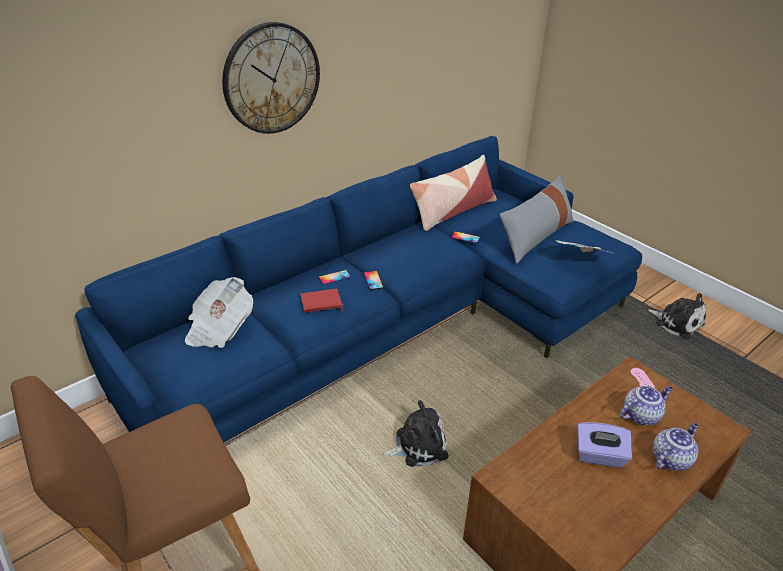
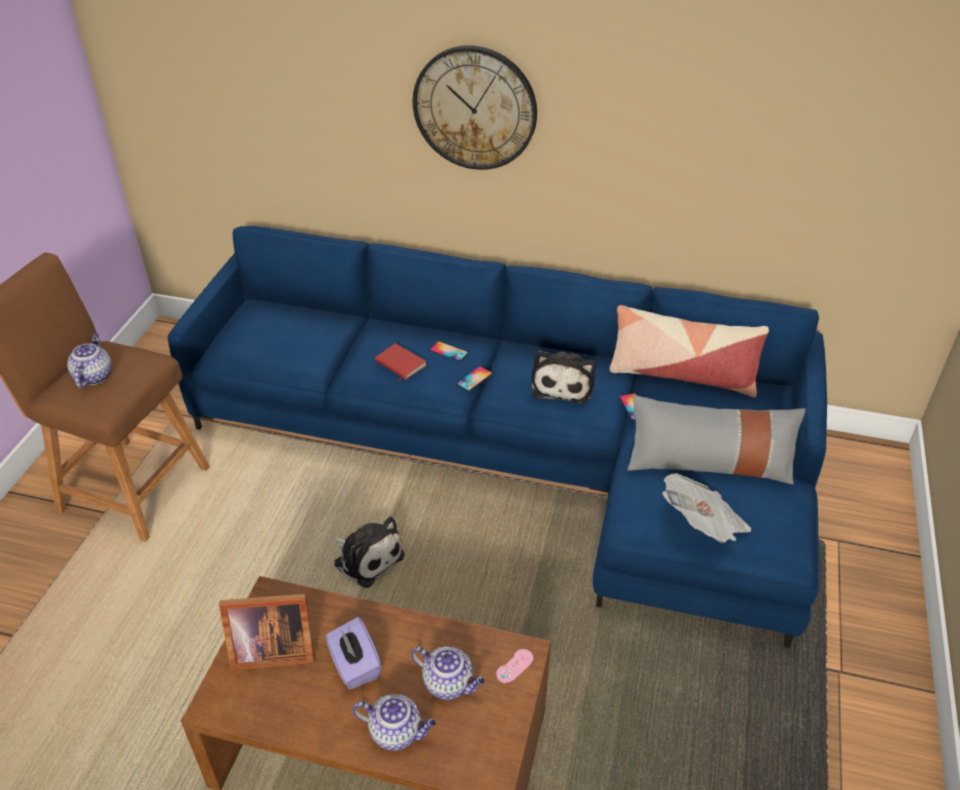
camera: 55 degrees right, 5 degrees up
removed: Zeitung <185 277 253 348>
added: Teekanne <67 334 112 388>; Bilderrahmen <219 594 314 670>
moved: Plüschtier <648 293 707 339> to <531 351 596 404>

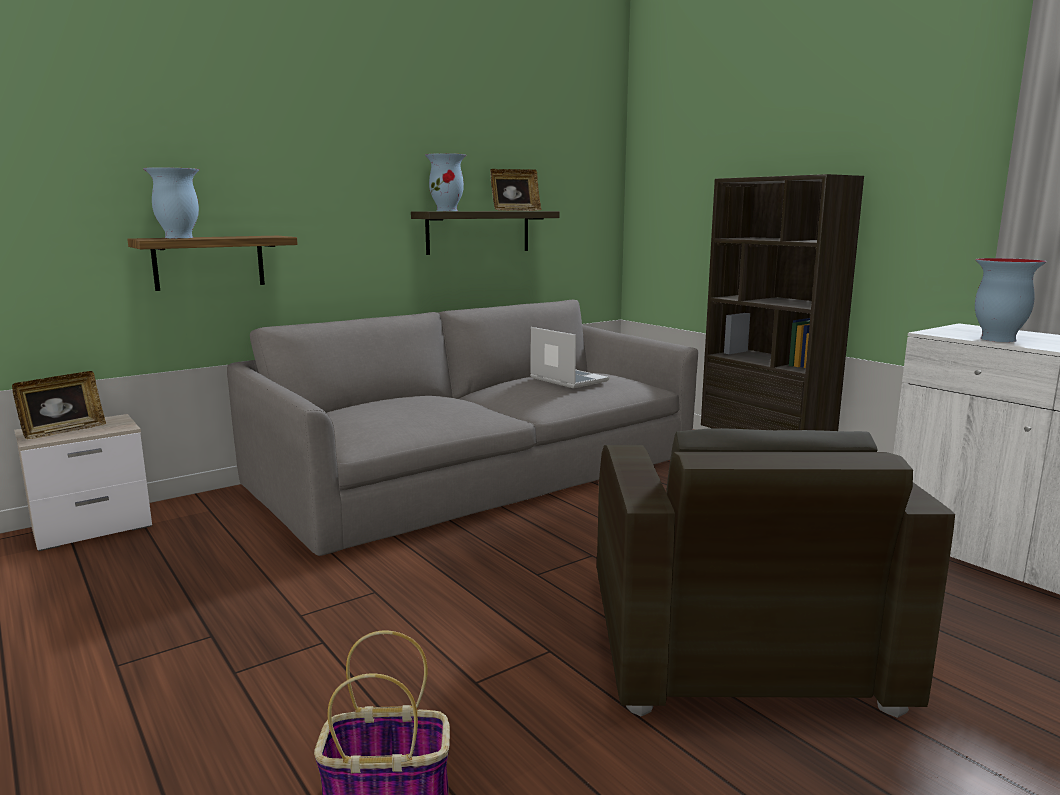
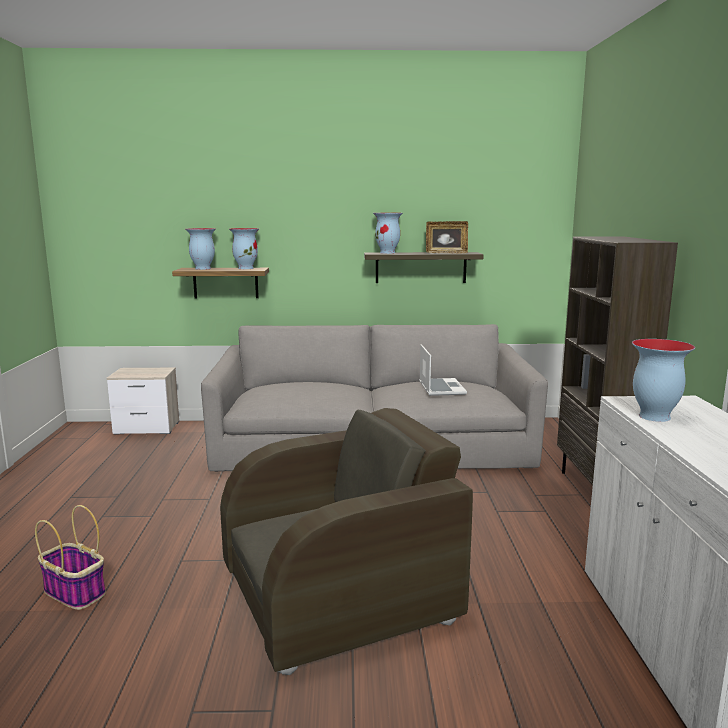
camera: 35 degrees right, 0 degrees up
removed: Bilderrahmen <12 371 106 439>
added: Vase <229 228 259 269>
turned: Sessel/braun <597 428 955 718> = <220 408 473 675> 150 degrees counterclockwise

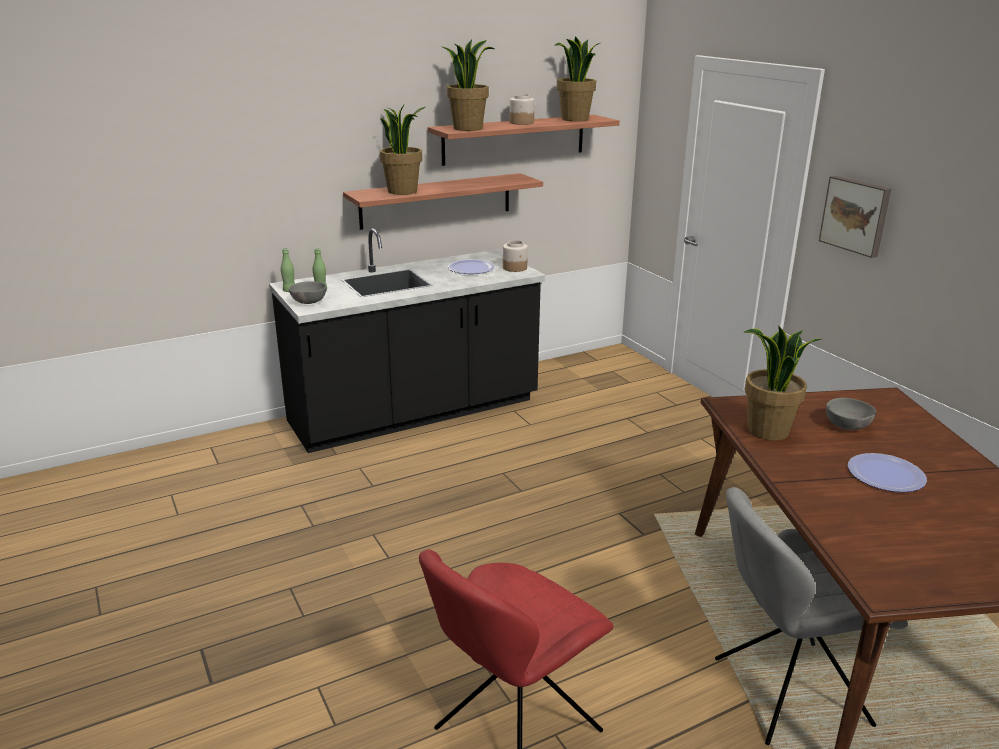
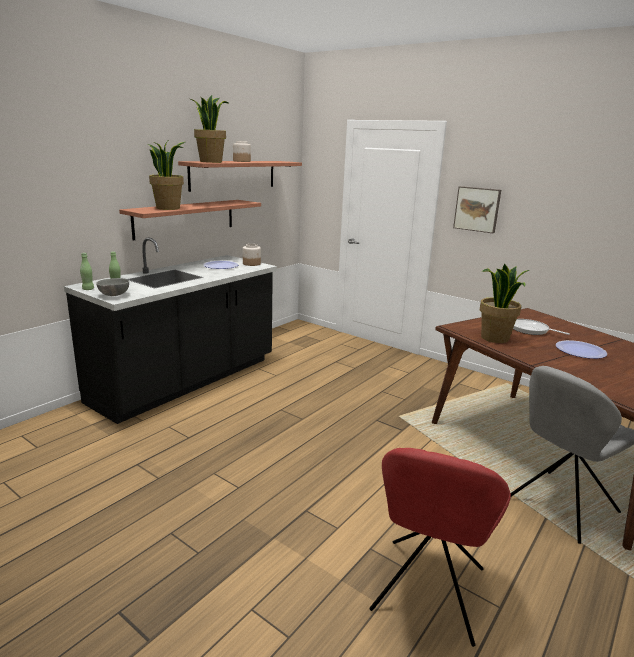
camera: 25 degrees left, 5 degrees down
removed: Topfpflanze <554 36 600 121>
replaced: Schüssel/grau <826 398 876 430> to Pfanne <513 319 570 335>

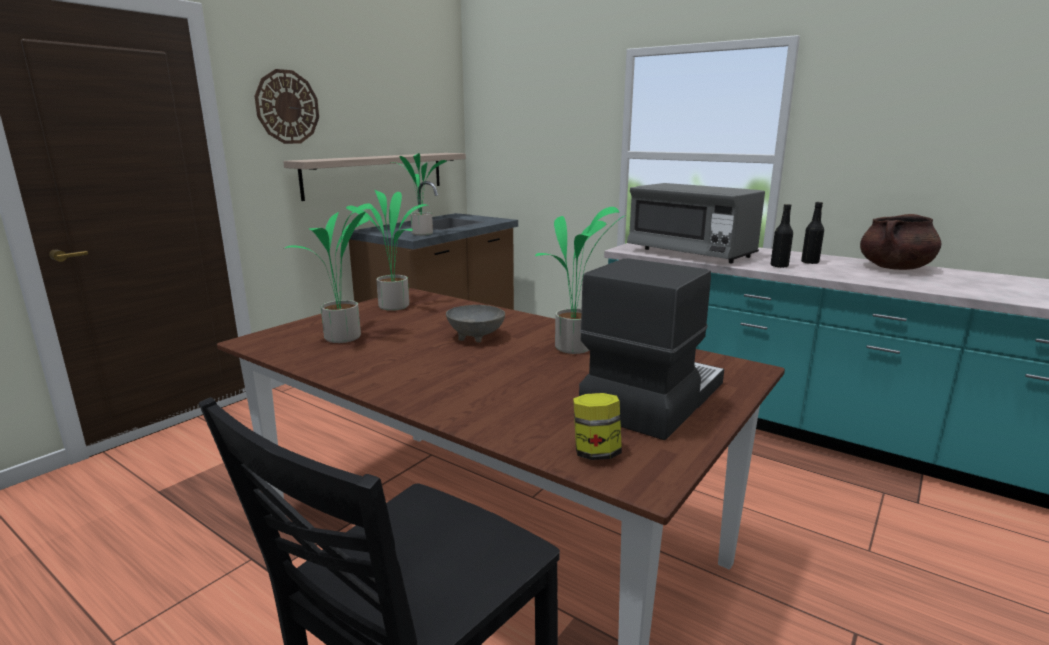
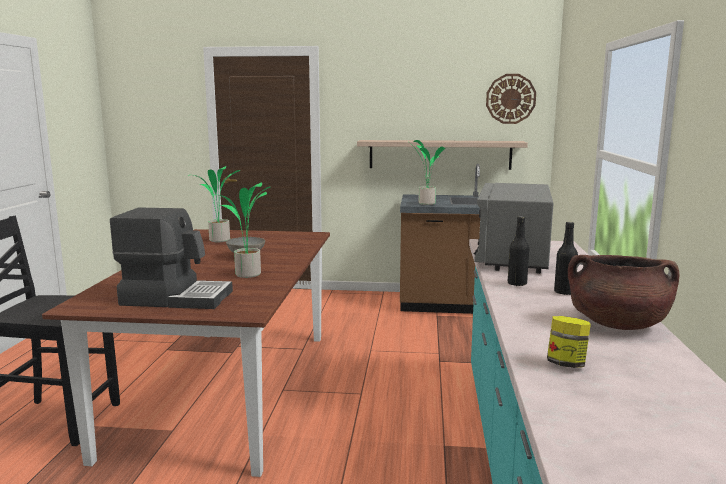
camera: 60 degrees right, 5 degrees down
removed: Topfpflanze <346 190 426 311>
moved: Wanduhr <255 69 319 144> to <486 74 536 124>; Vorratsglas <573 393 622 460> to <547 316 591 368>

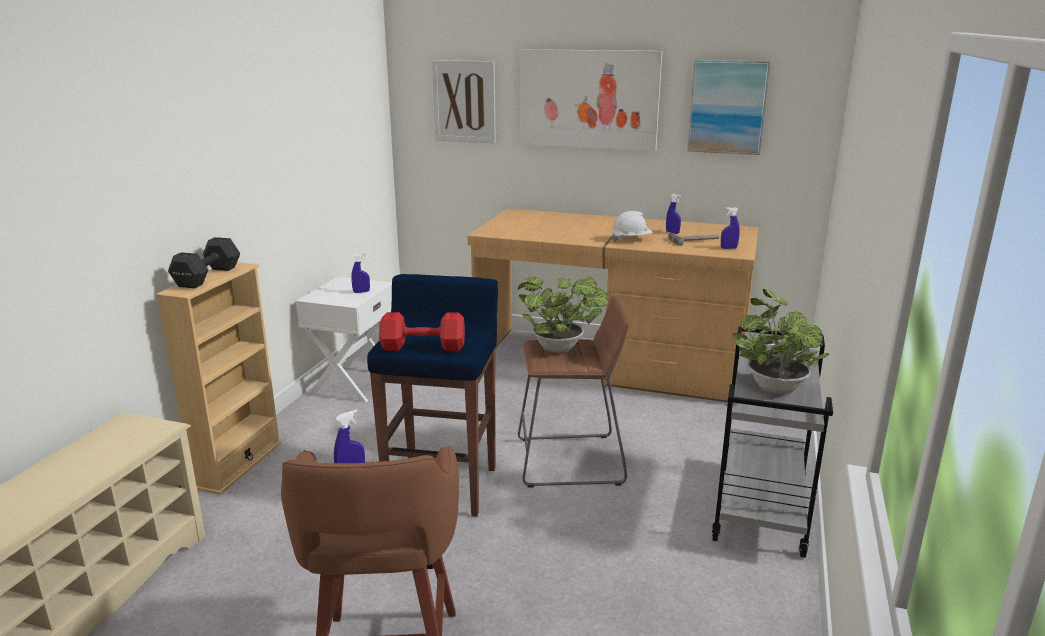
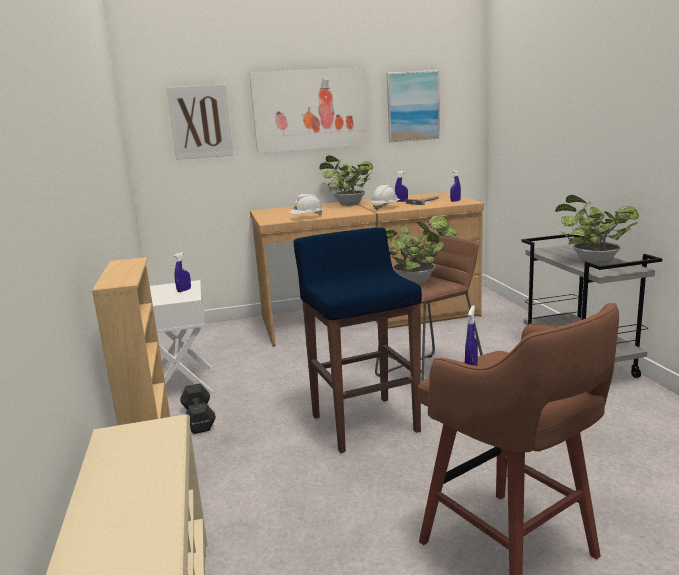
camera: 30 degrees left, 5 degrees down
removed: Hantel/rot <379 312 465 351>
added: Schutzhelm/weiß <289 194 323 216>; Topfpflanze <319 155 373 206>
moved: Hantel/schwarz <168 237 240 288> to <180 383 216 434>

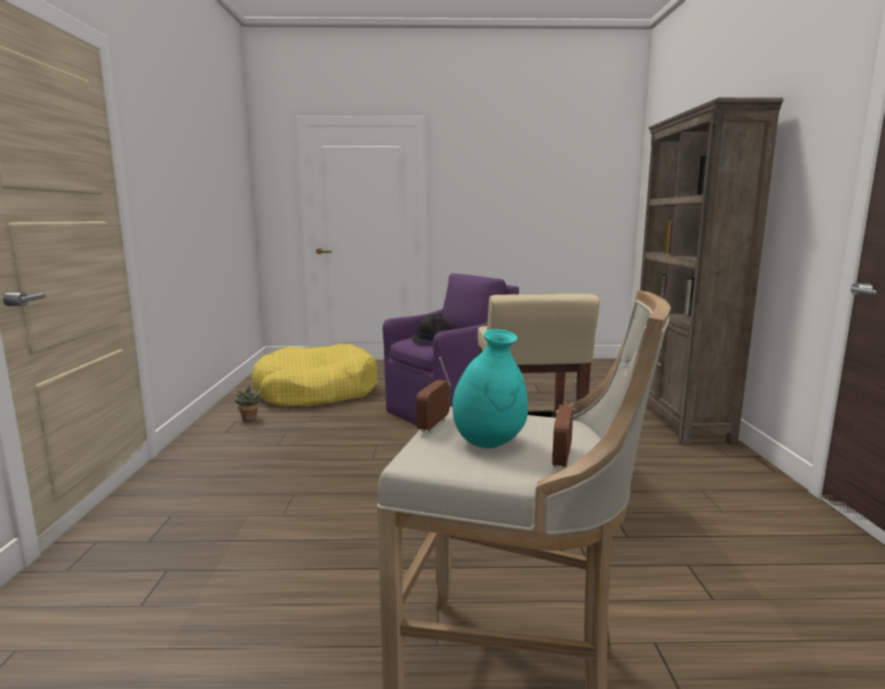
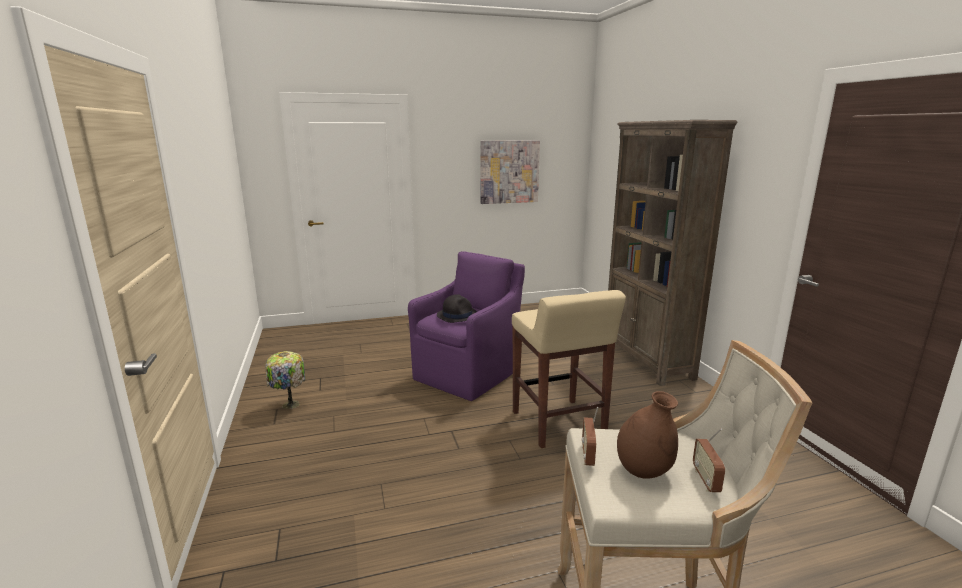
camera: 15 degrees left, 5 degrees up
removed: Hundebett/gelb <251 344 377 407>
added: Bild <481 140 540 204>
replaced: Topfpflanze <235 385 264 422> to Tischlampe <265 351 305 409>
recoloured: Vase/türkis <452 329 528 448> to Vase/braun <617 391 678 479>

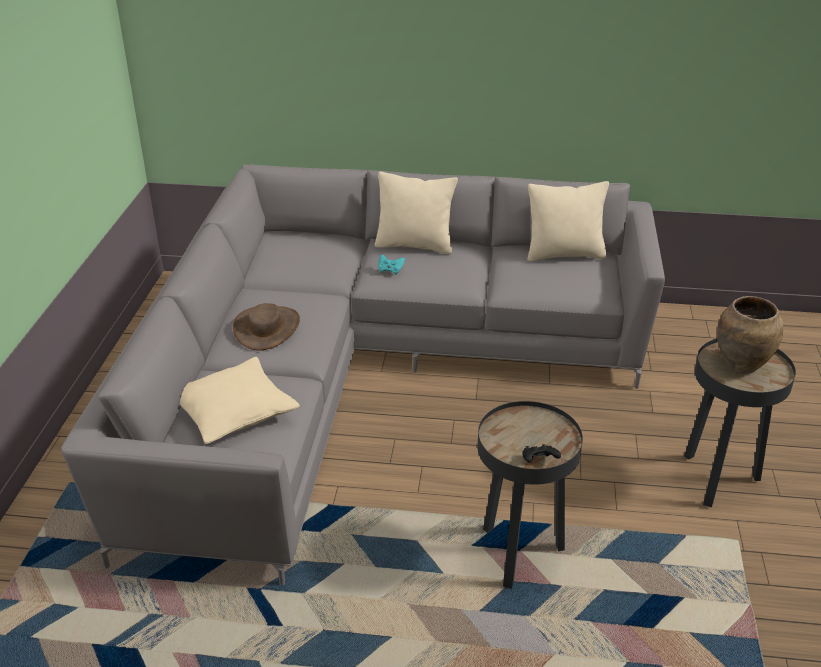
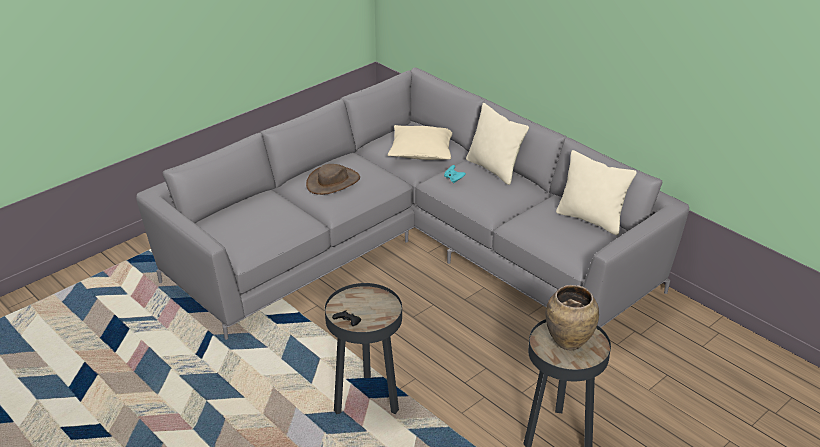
camera: 40 degrees right, 0 degrees up
moved: Kissen/beige <180 357 300 444> to <388 125 452 160>

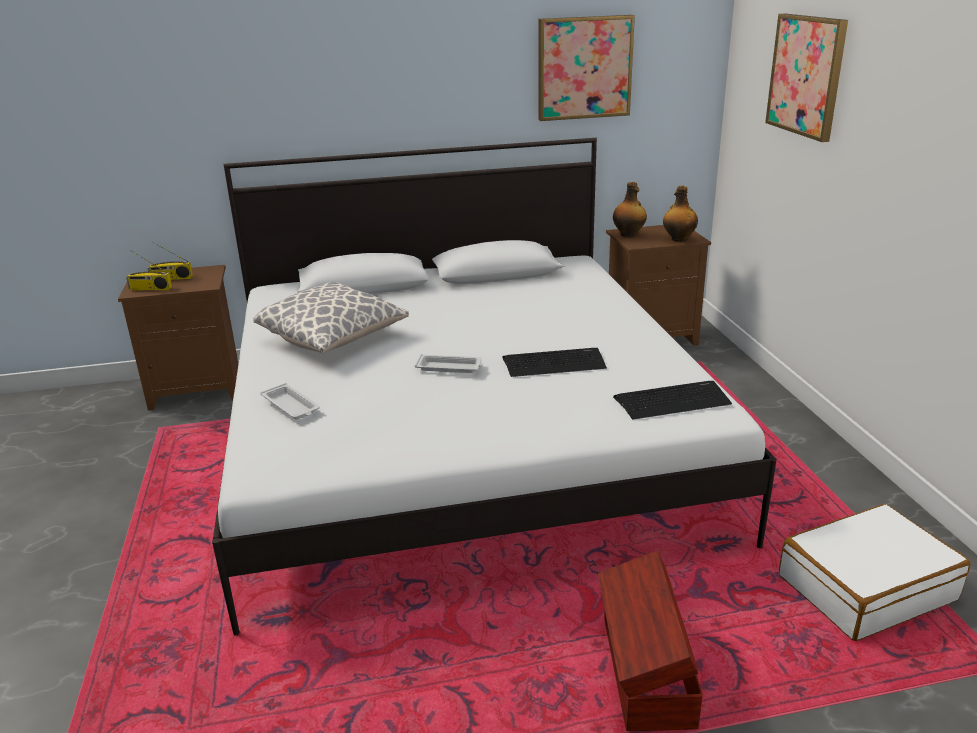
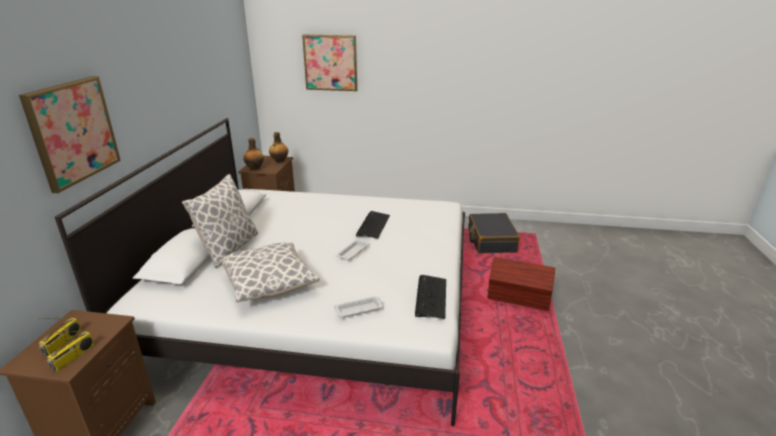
camera: 70 degrees left, 0 degrees up
added: Kissen <182 174 258 268>
moved: Bild <539 15 635 121> to <19 76 121 193>; Tastatur <613 381 732 420> to <415 275 446 319>
recoloured: Koffer/weiß <779 504 970 641> to Koffer/schwarz <468 213 520 253>

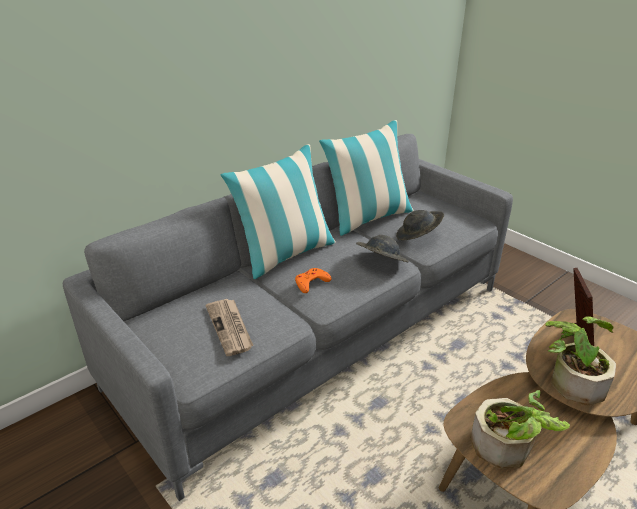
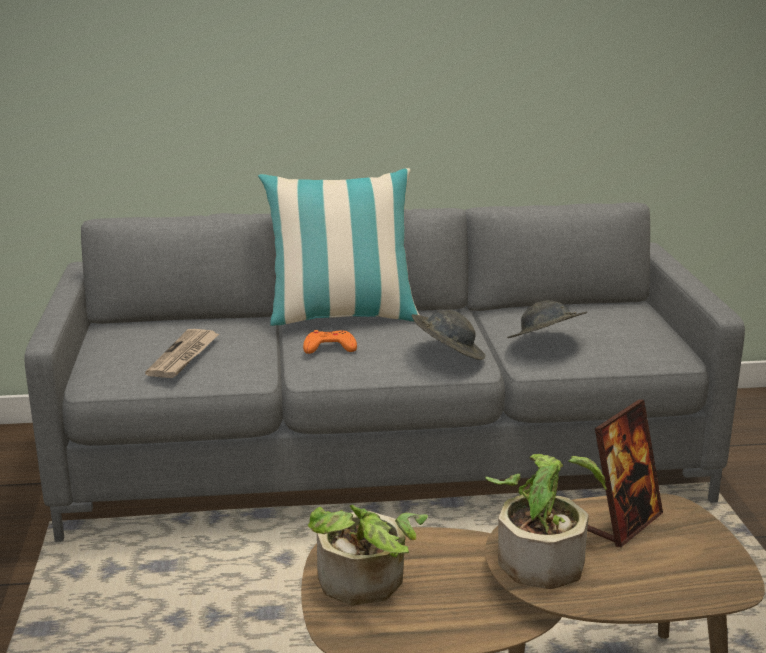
camera: 35 degrees right, 10 degrees down
removed: Kissen <319 120 413 236>

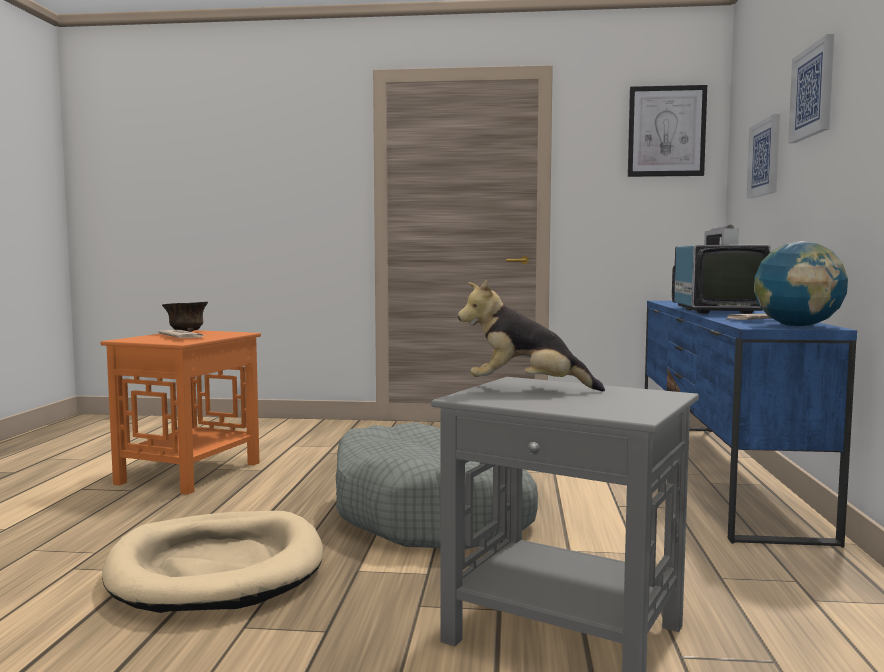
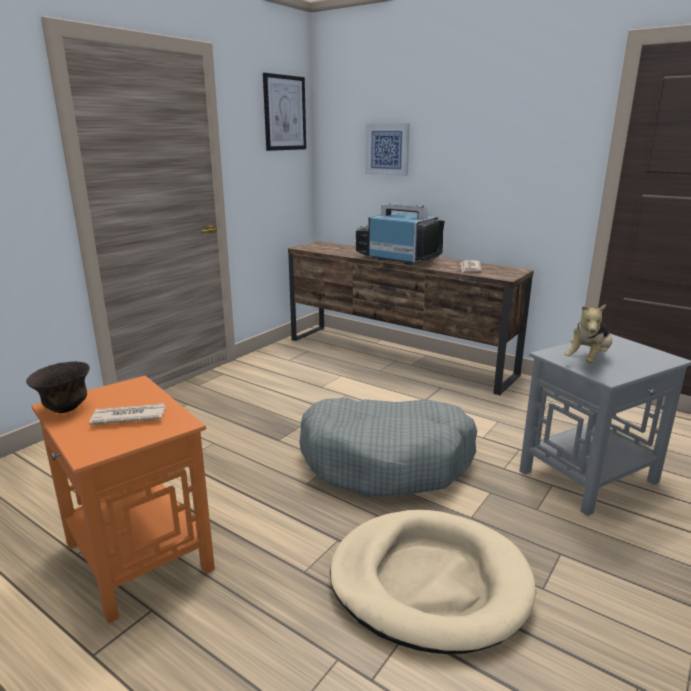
camera: 60 degrees left, 15 degrees up
removed: Globus <754 241 848 326>; Bild <788 34 834 143>
recoloured: Fernsehschrank/blau <645 301 857 548> to Fernsehschrank/braun <288 241 534 395>

